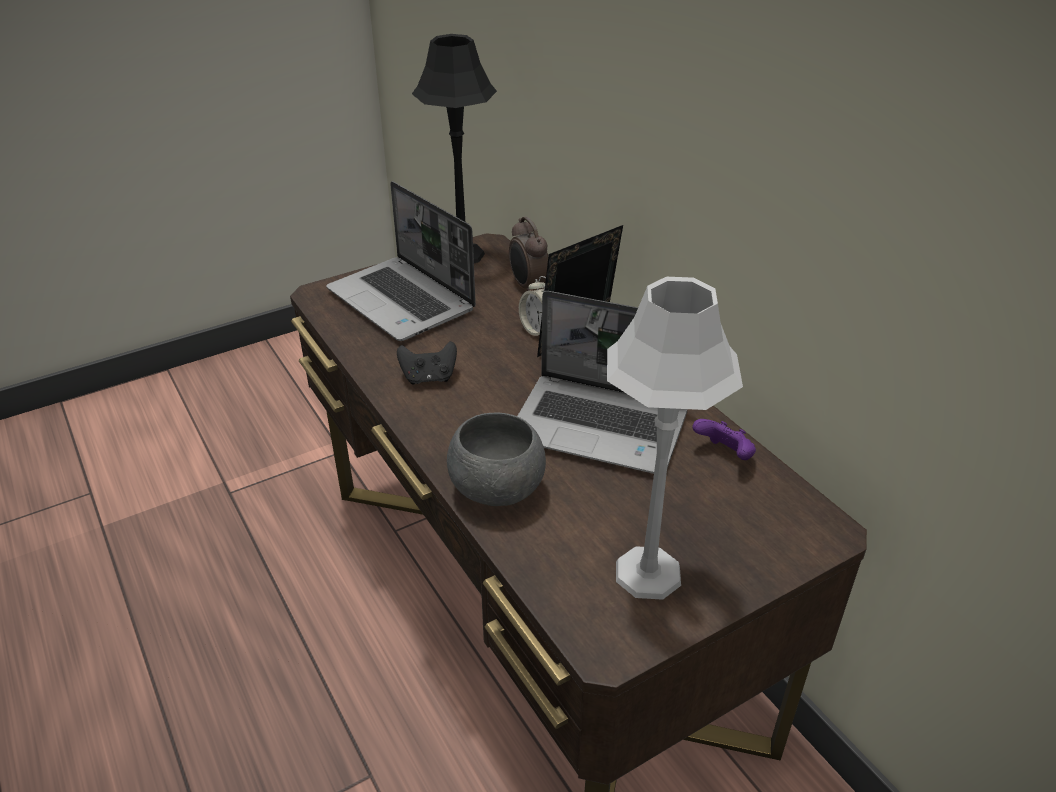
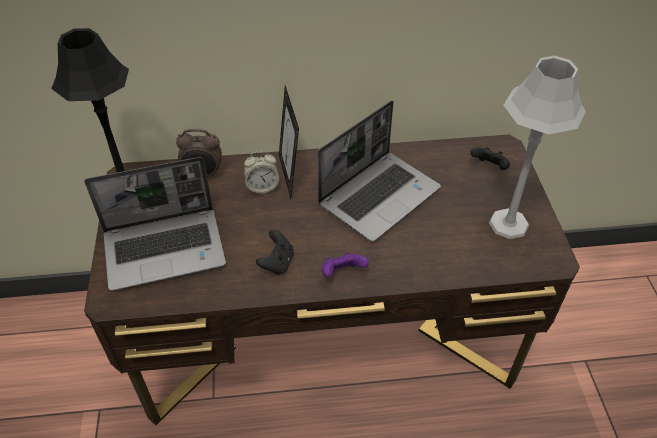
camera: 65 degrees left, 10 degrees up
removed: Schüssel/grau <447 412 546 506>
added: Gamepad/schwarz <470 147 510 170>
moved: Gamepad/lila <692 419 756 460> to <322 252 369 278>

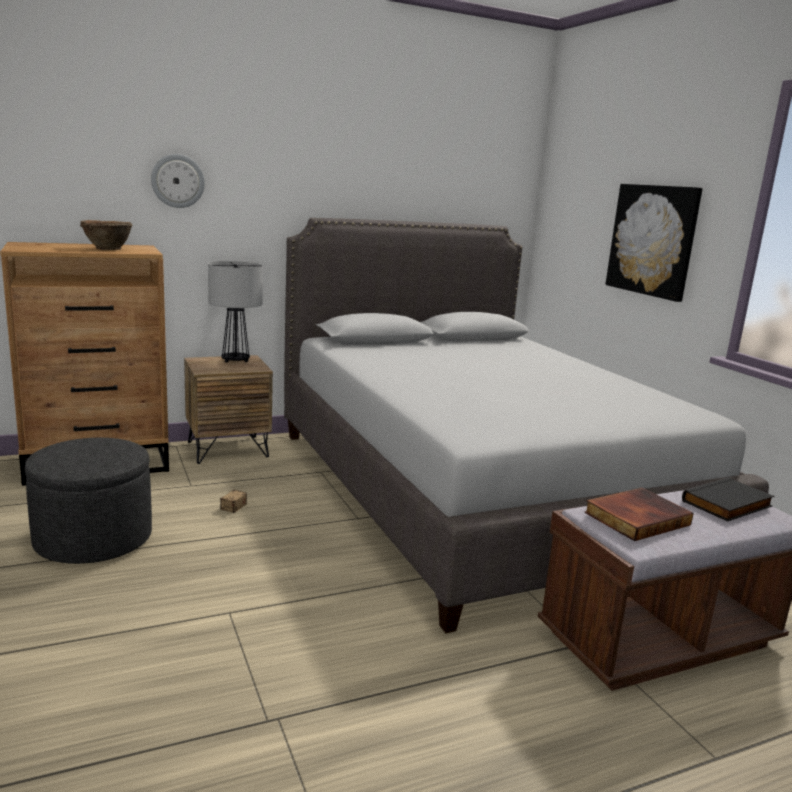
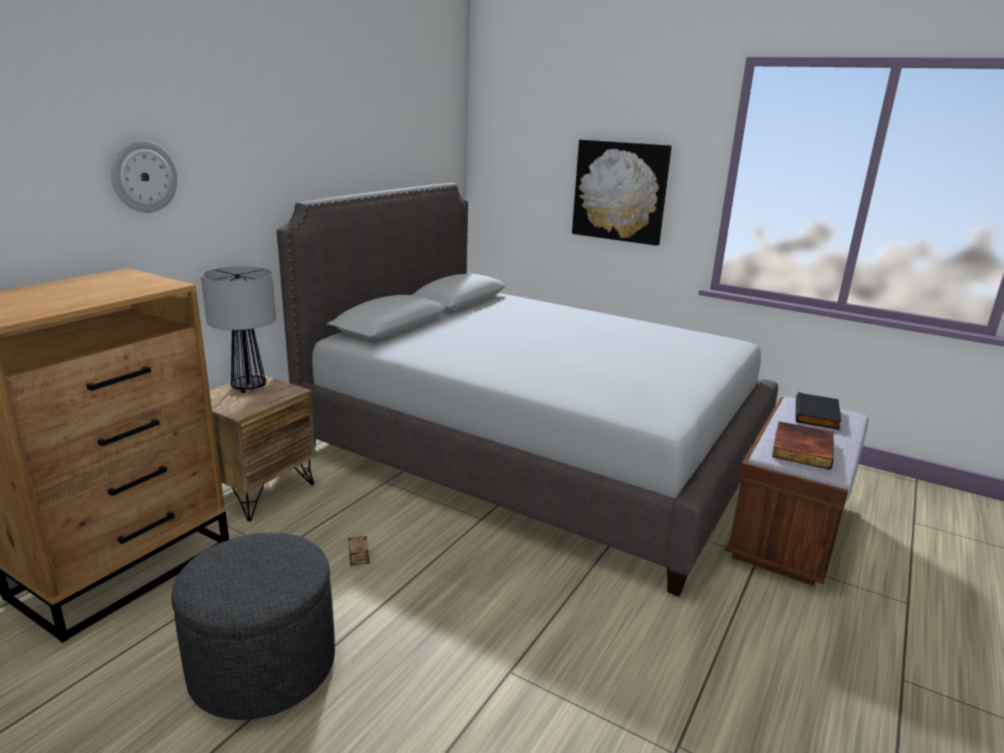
camera: 35 degrees left, 5 degrees up
removed: Schüssel/braun <80 220 133 250>

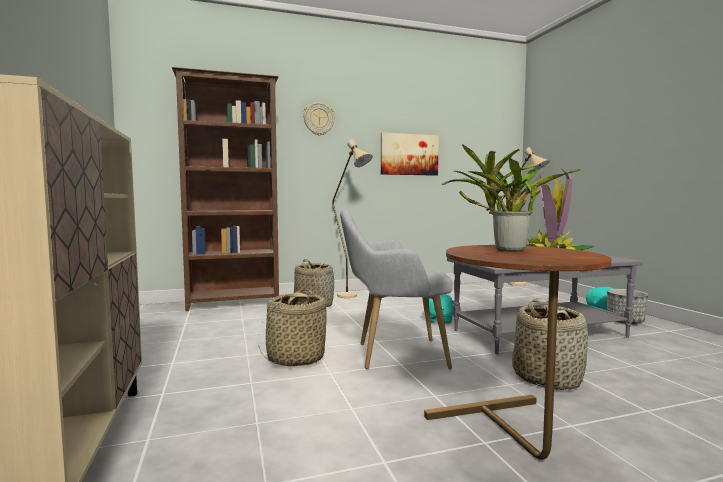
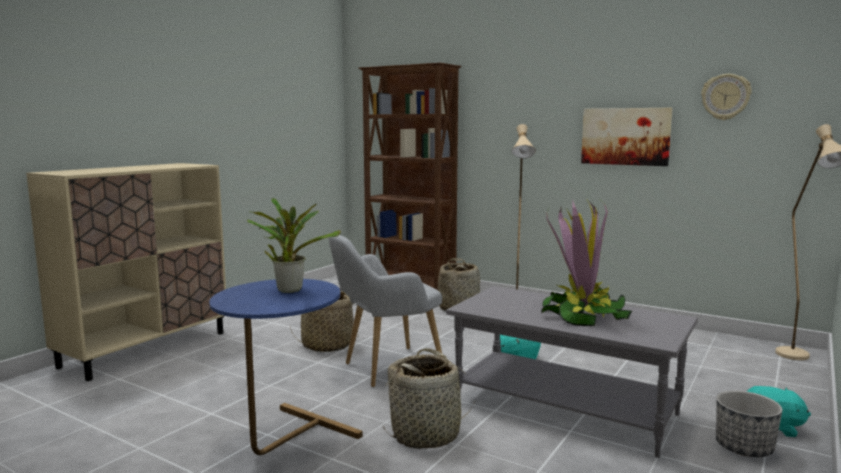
camera: 50 degrees right, 5 degrees up
moved: Wanduhr <303 102 335 136> to <701 74 752 120>
recoloured: Beistelltisch/braun <424 245 611 460> to Beistelltisch/blau <209 279 363 455>
turned: Sessel/grau <340 210 453 370> = <329 235 443 387> 75 degrees counterclockwise

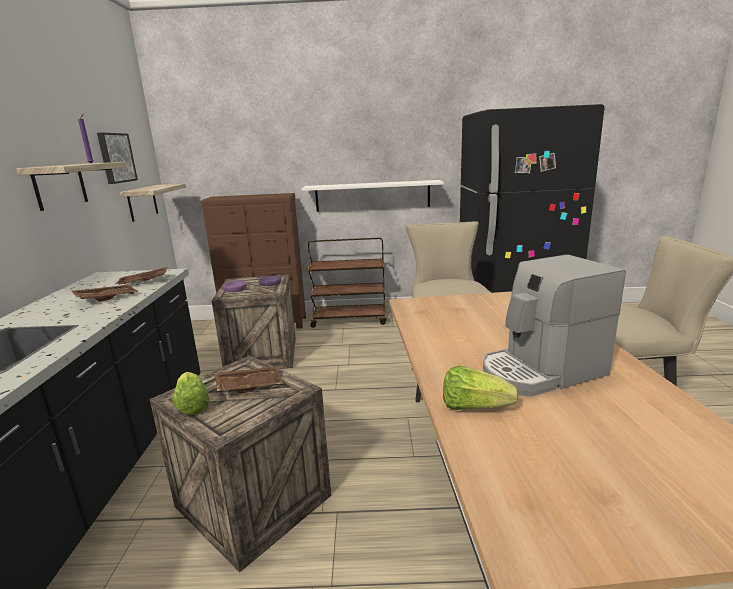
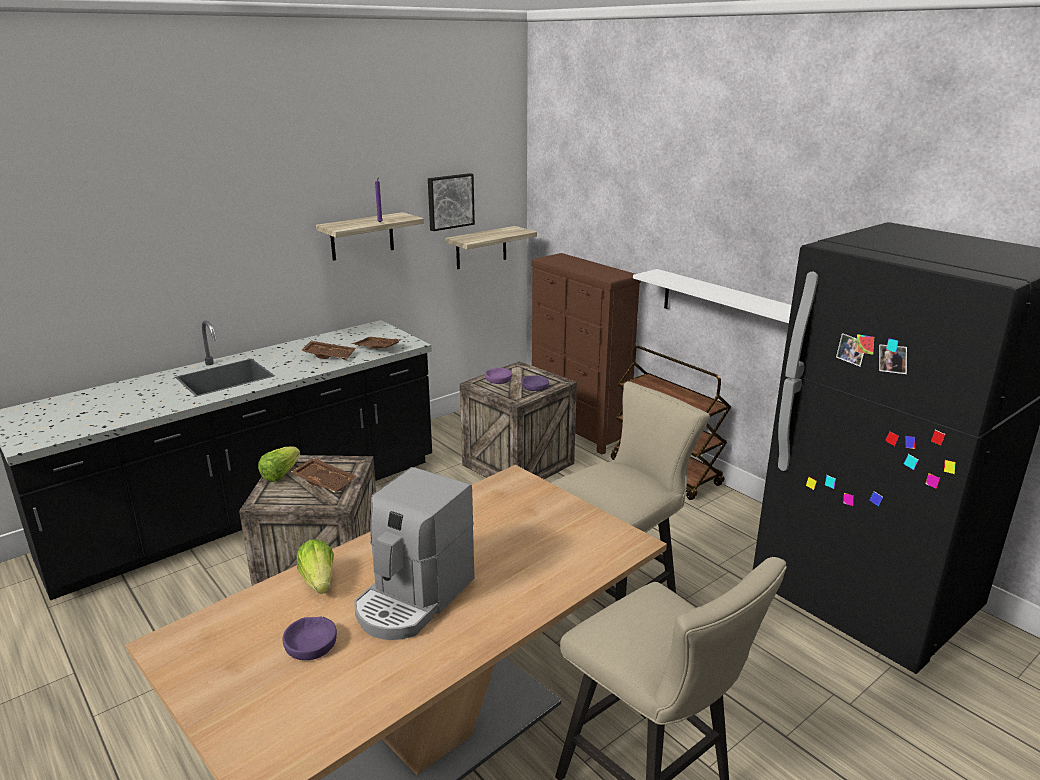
camera: 50 degrees right, 5 degrees up
added: Schüssel/lila <283 616 337 660>
turned: Kaffeemaschine <483 255 626 397> = <354 467 474 640> 90 degrees counterclockwise

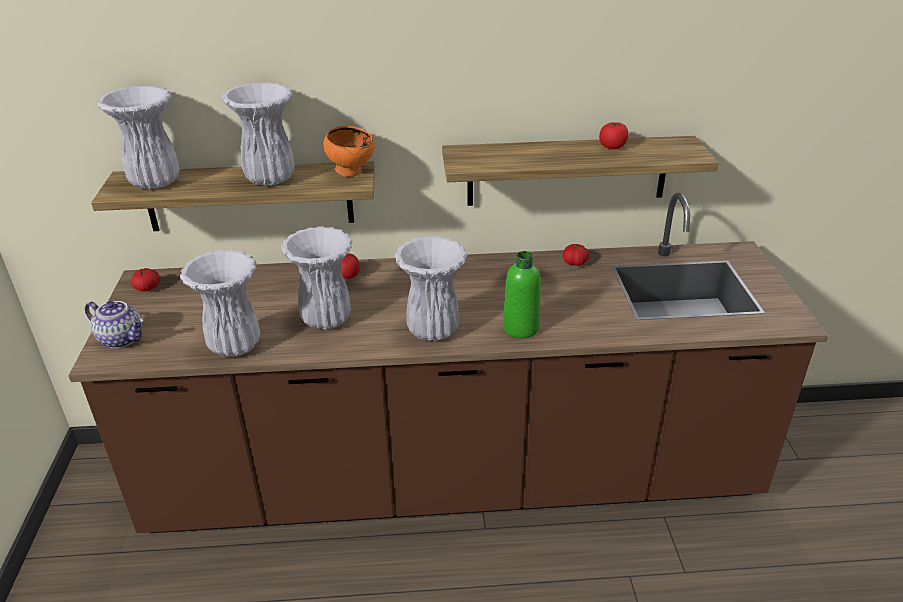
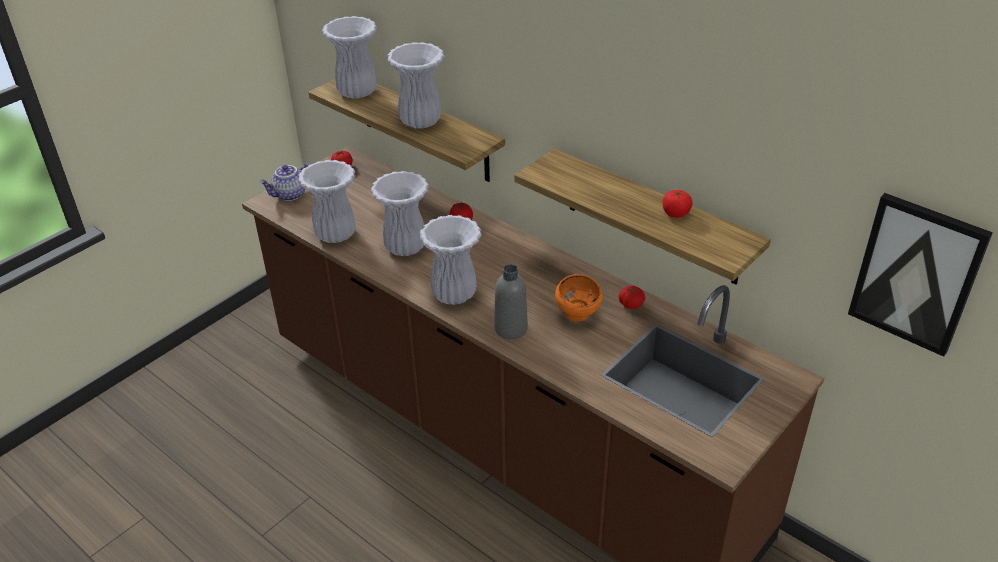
camera: 45 degrees right, 5 degrees up
added: Bild <848 193 993 357>
moved: Schüssel/orange <323 126 375 177> to <555 274 603 322>
recoloured: Flasche/grün <503 251 541 338> to Flasche/grau <494 264 528 339>
turned: Teekanne <85 301 144 348> = <259 164 309 201> 75 degrees clockwise

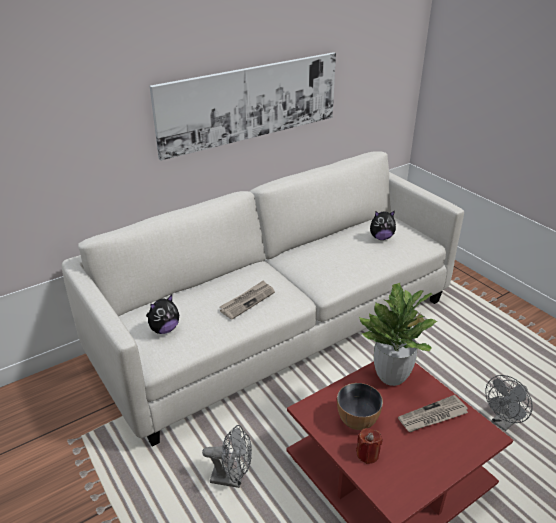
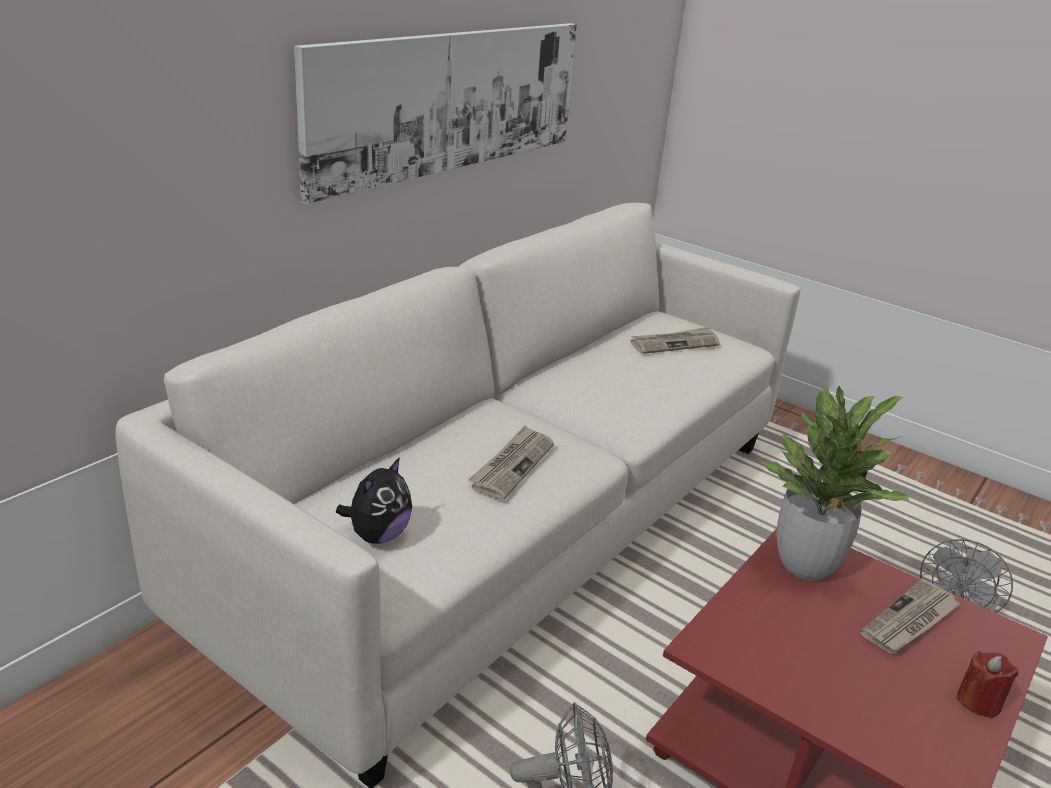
camera: 20 degrees left, 5 degrees down
removed: Schüssel <337 383 383 430>
moved: Kerze/rot <356 428 383 464> to <957 651 1018 718>
replaced: Plüschtier <370 211 396 240> to Zeitung <630 327 720 354>

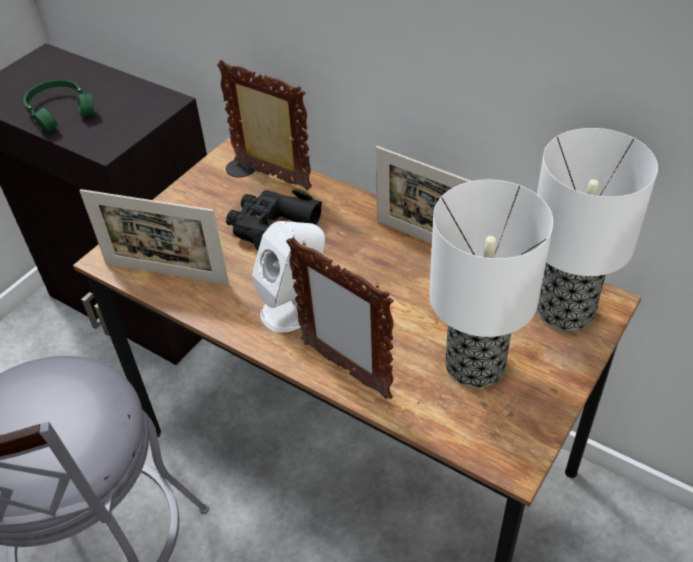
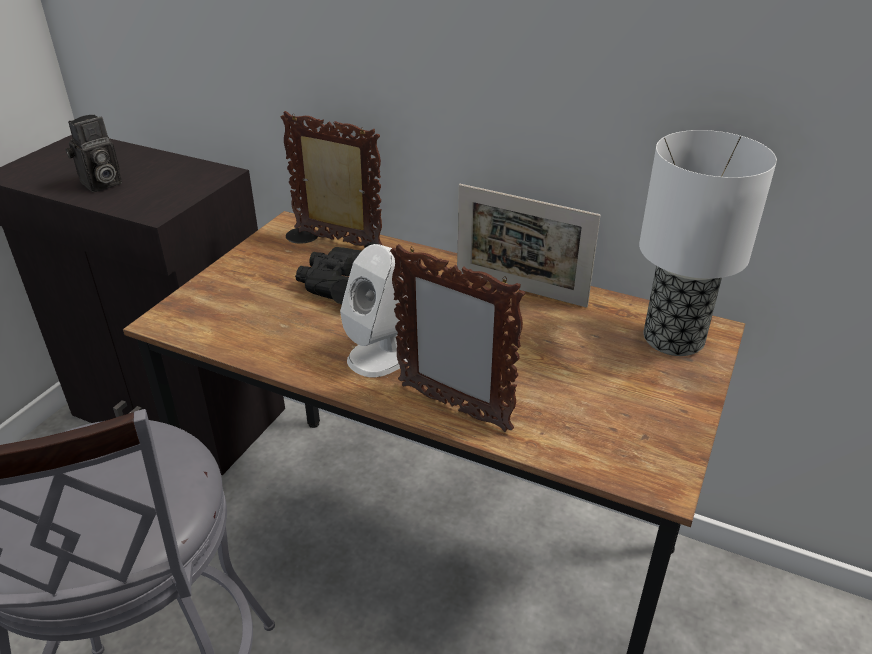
camera: 10 degrees left, 10 degrees down
removed: Bilderrahmen <79 189 229 285>; Tischlampe <429 180 553 388>
replaced: Kopfhörer/grün <23 80 94 133> to Kamera <66 114 122 192>

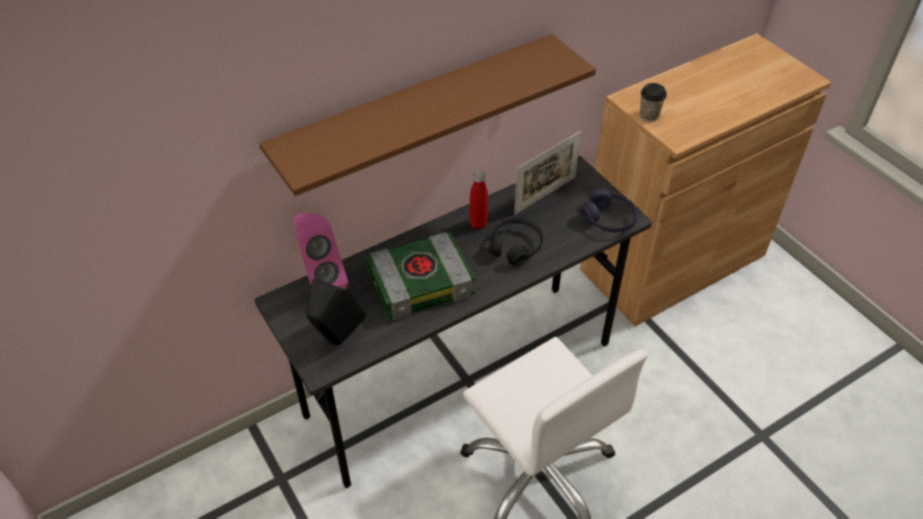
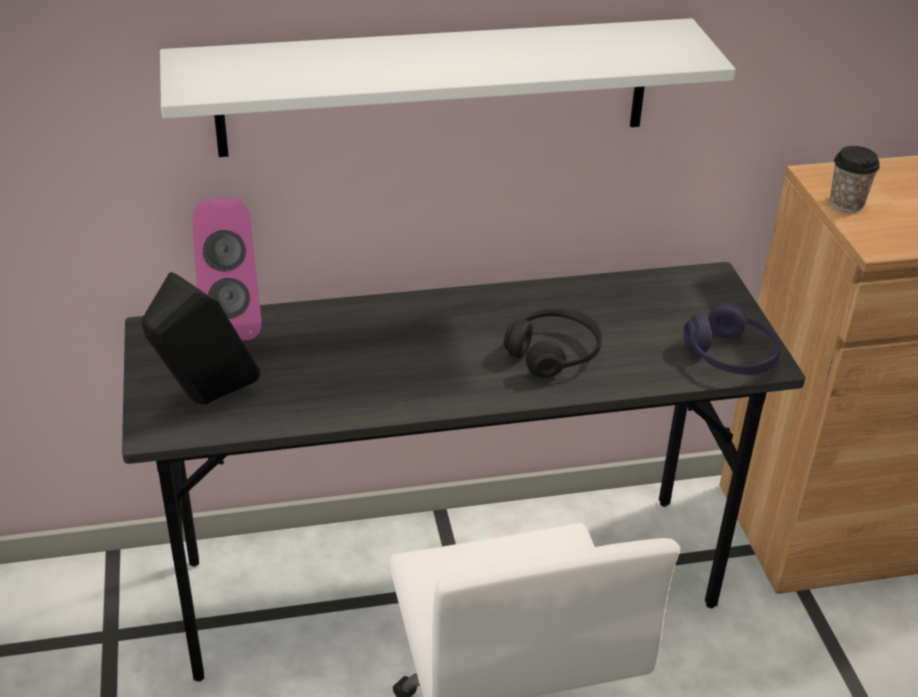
camera: 20 degrees right, 10 degrees down
removed: Buch <365 232 475 320>; Flasche/rot <469 171 488 229>; Bilderrahmen <514 131 581 215>
recoloured: Wandregal/braun <259 34 596 196> to Wandregal/weiß <160 18 735 157>

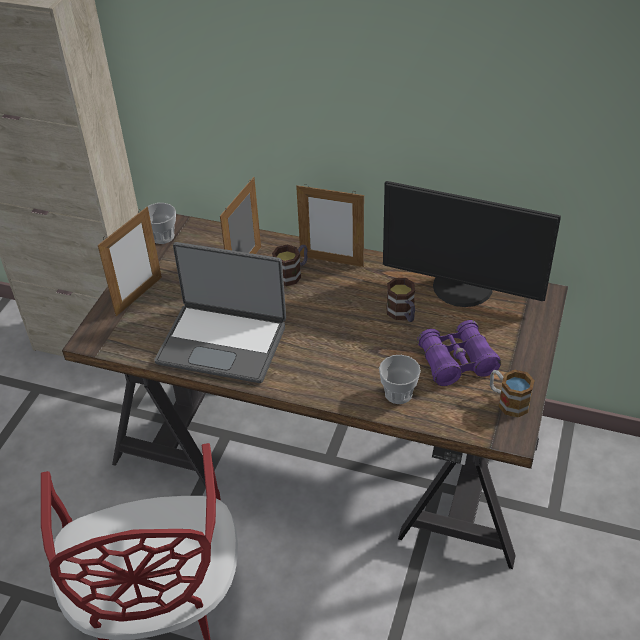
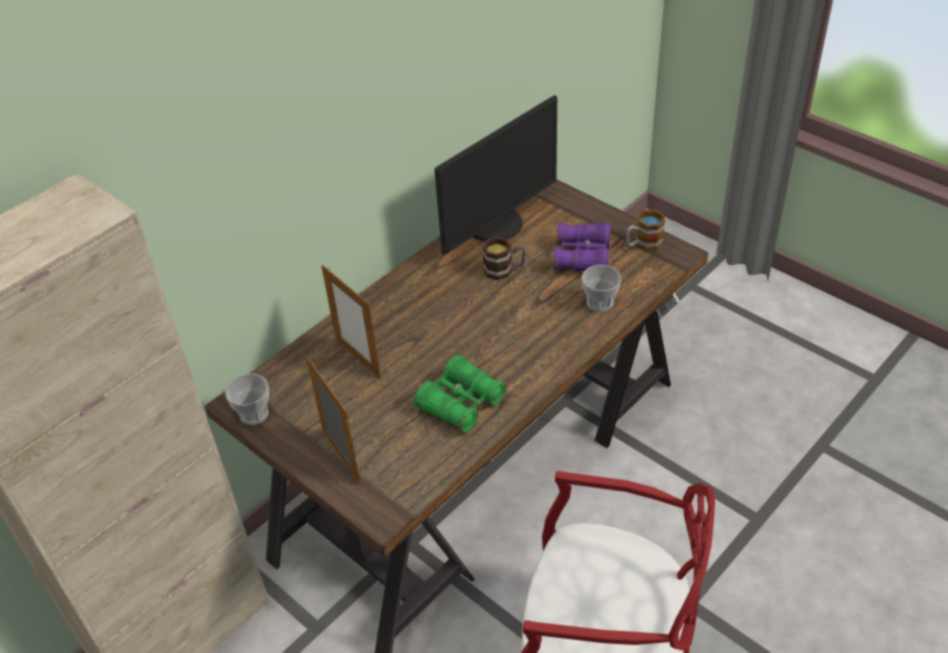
camera: 65 degrees left, 0 degrees up
removed: Henkelbecher <272 244 308 286>; Bilderrahmen <296 184 364 267>
replaced: Laptop <154 242 286 383> to Fernglas/grün <414 355 507 433>

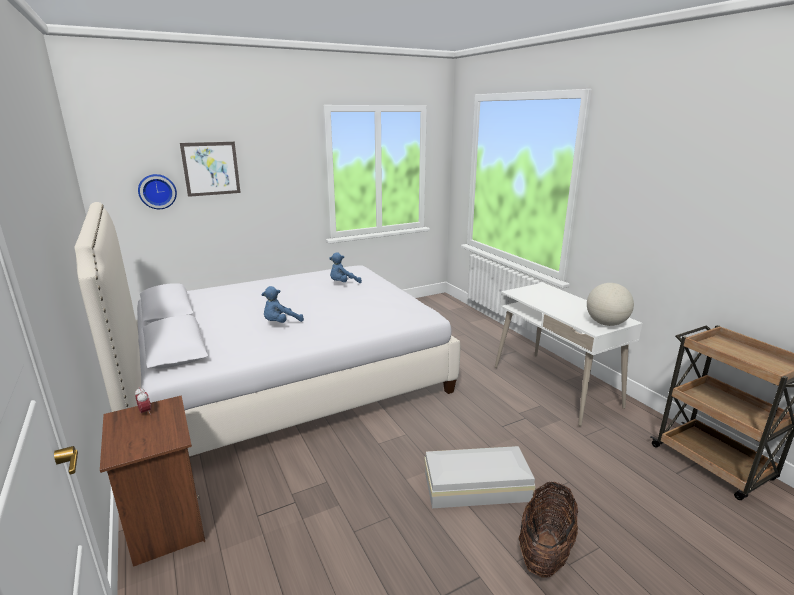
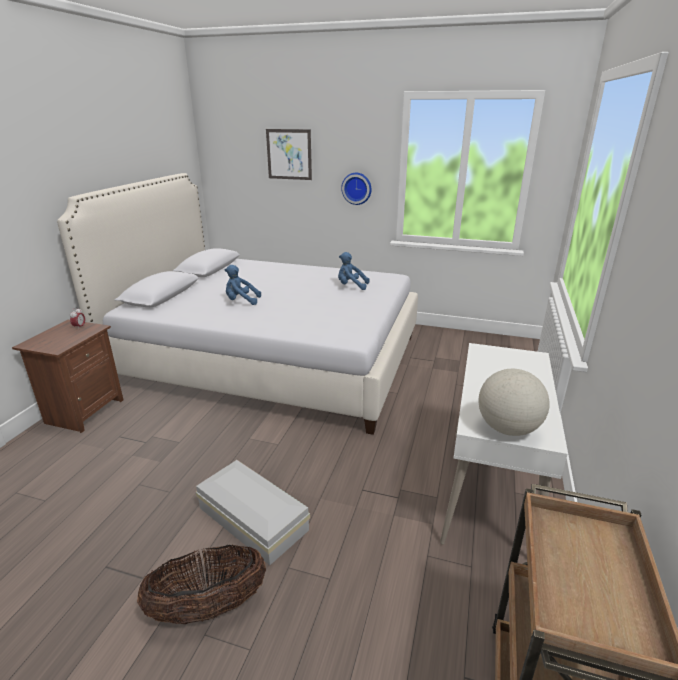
camera: 45 degrees right, 5 degrees up
moved: Wanduhr <138 174 177 209> to <341 173 371 205>

